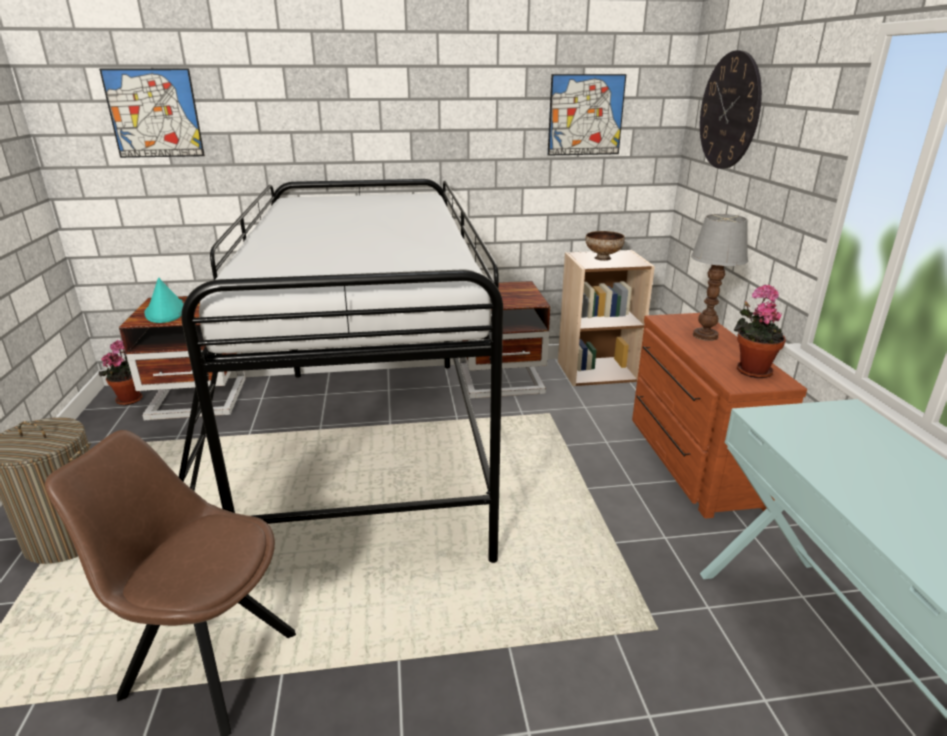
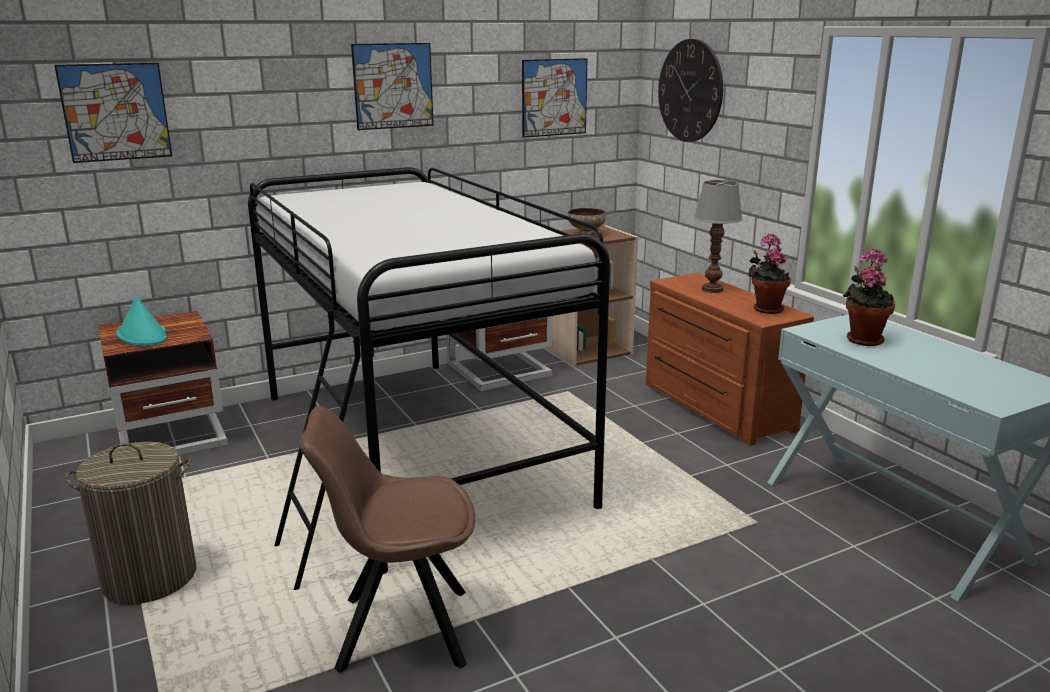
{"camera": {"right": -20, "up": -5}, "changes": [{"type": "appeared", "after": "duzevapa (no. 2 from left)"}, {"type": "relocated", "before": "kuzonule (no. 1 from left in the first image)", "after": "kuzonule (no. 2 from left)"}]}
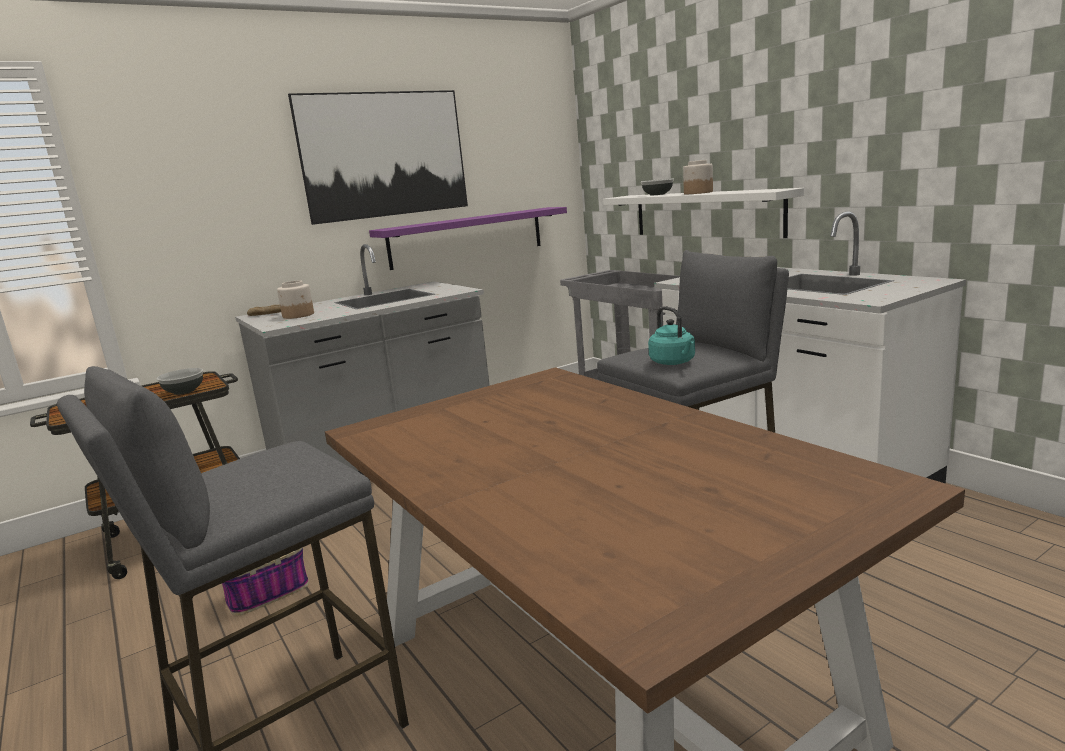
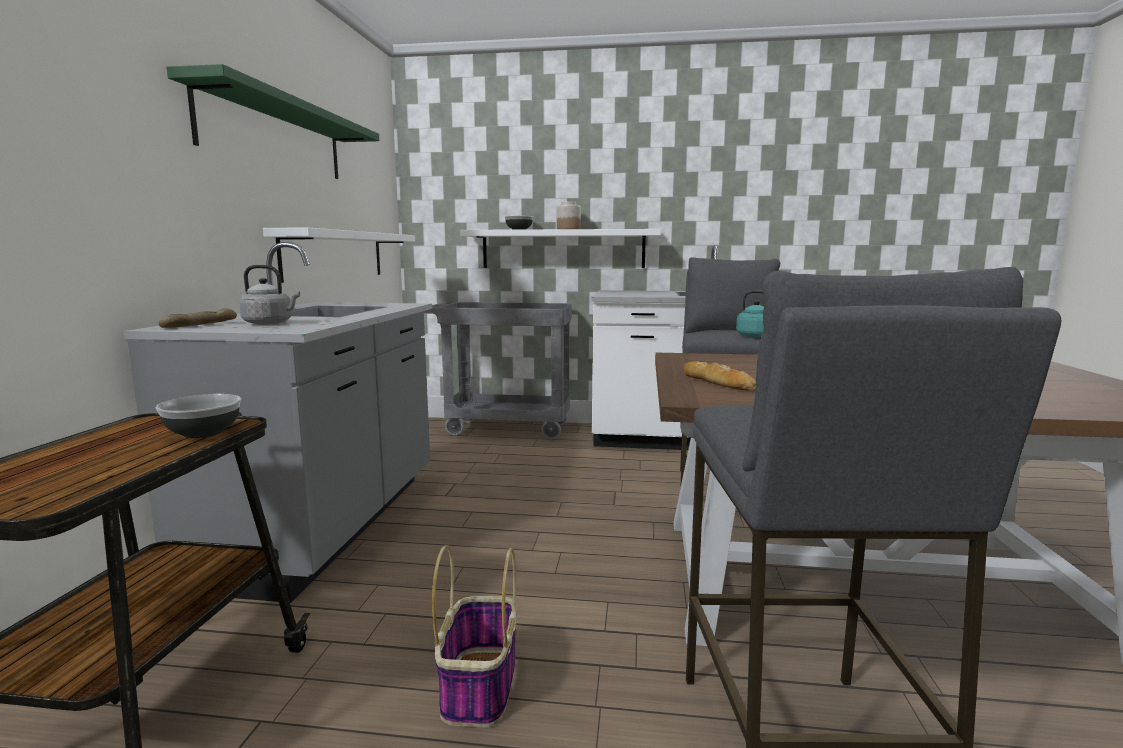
{"camera": {"right": -50, "up": -5}, "changes": [{"type": "exchanged", "before": "duzevapa", "after": "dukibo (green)"}, {"type": "exchanged", "before": "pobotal (no. 1 from left)", "after": "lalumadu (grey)"}, {"type": "colour", "before": "dukibo (purple)", "after": "dukibo (white) (no. 1 from left)"}, {"type": "appeared", "after": "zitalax (no. 2 from left)"}]}
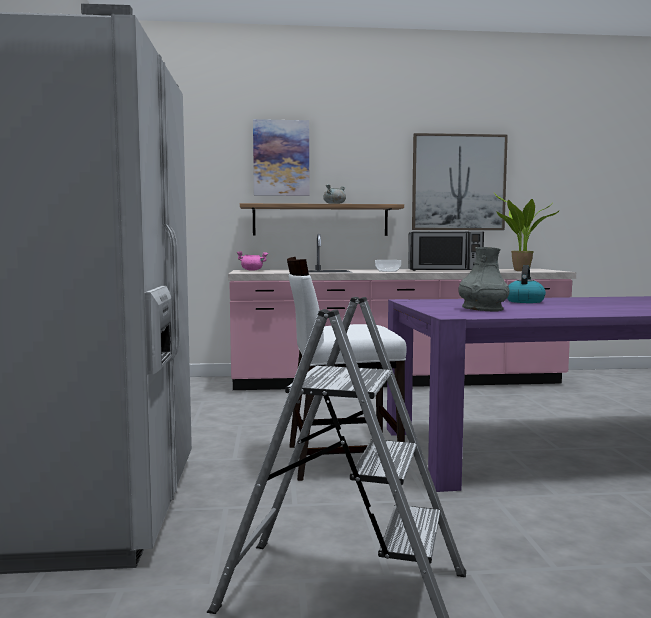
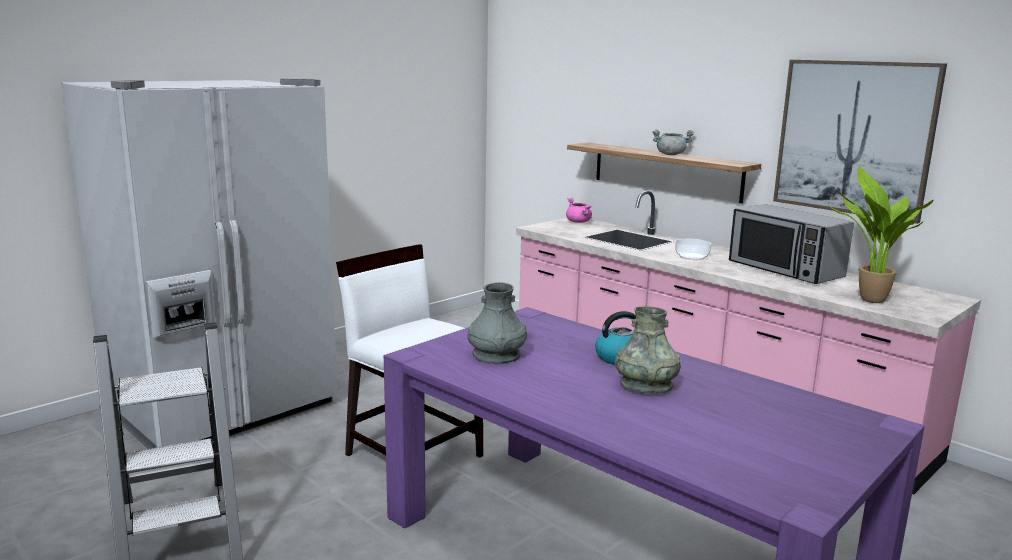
{"camera": {"right": 50, "up": 10}, "changes": [{"type": "appeared", "after": "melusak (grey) (no. 2 from left)"}, {"type": "missing", "before": "duzevapa (no. 1 from left)"}]}
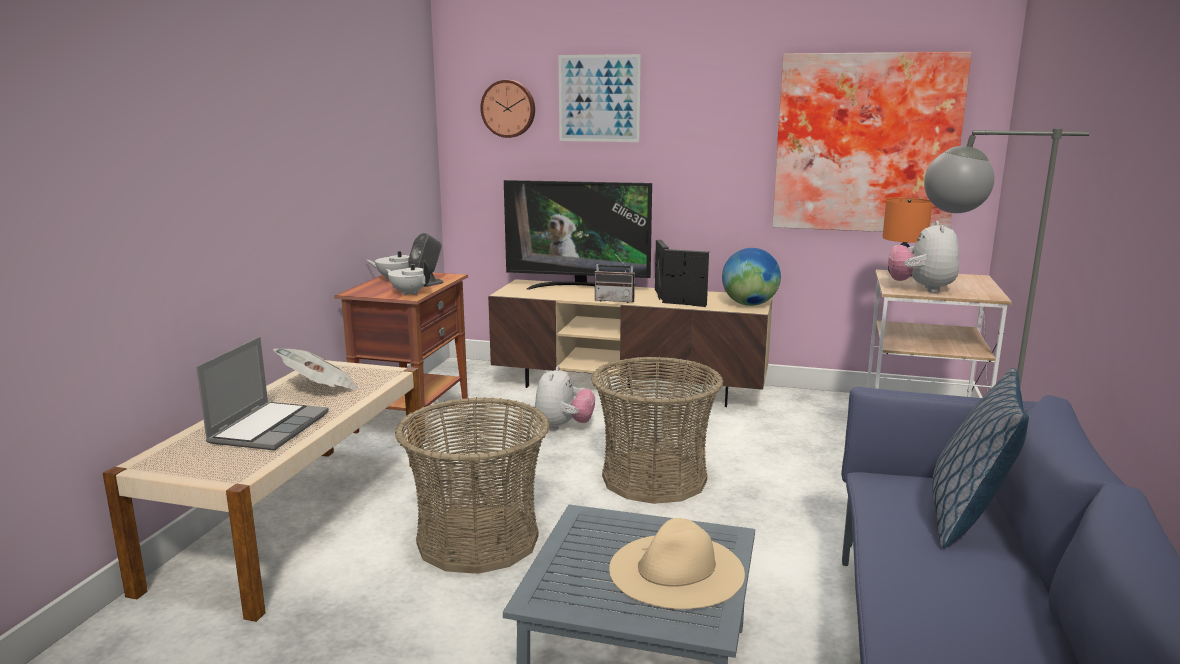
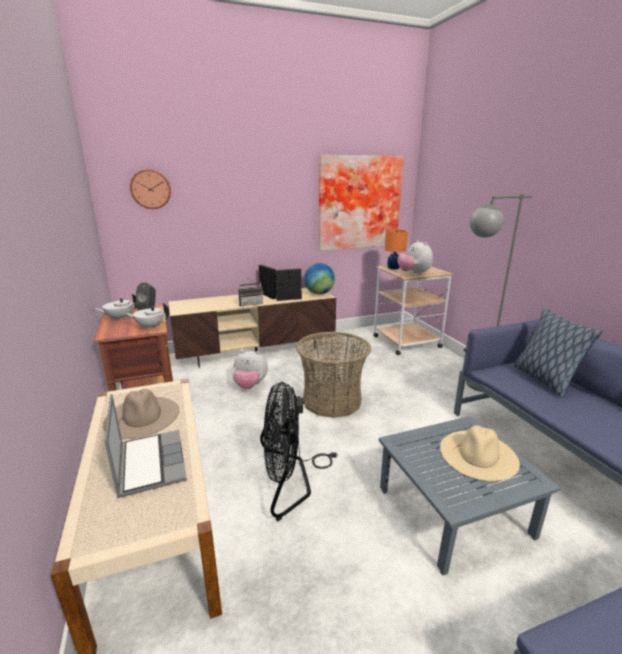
{"camera": {"right": -35, "up": 5}, "changes": [{"type": "exchanged", "before": "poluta", "after": "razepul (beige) (no. 1 from left)"}, {"type": "spun", "before": "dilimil (no. 1 from left)", "turn": 120}, {"type": "exchanged", "before": "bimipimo (no. 1 from left)", "after": "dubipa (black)"}, {"type": "missing", "before": "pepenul"}, {"type": "missing", "before": "duzevapa (no. 1 from left)"}]}
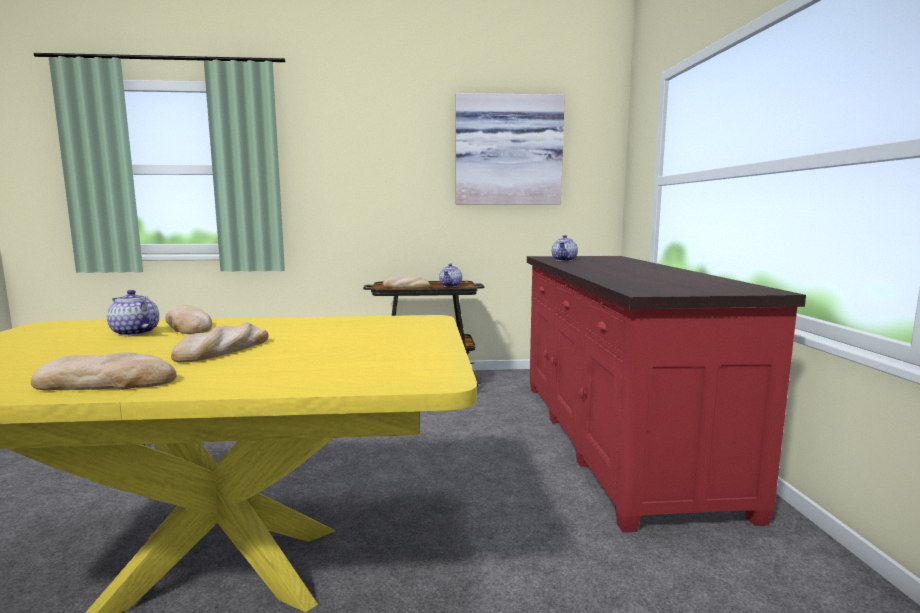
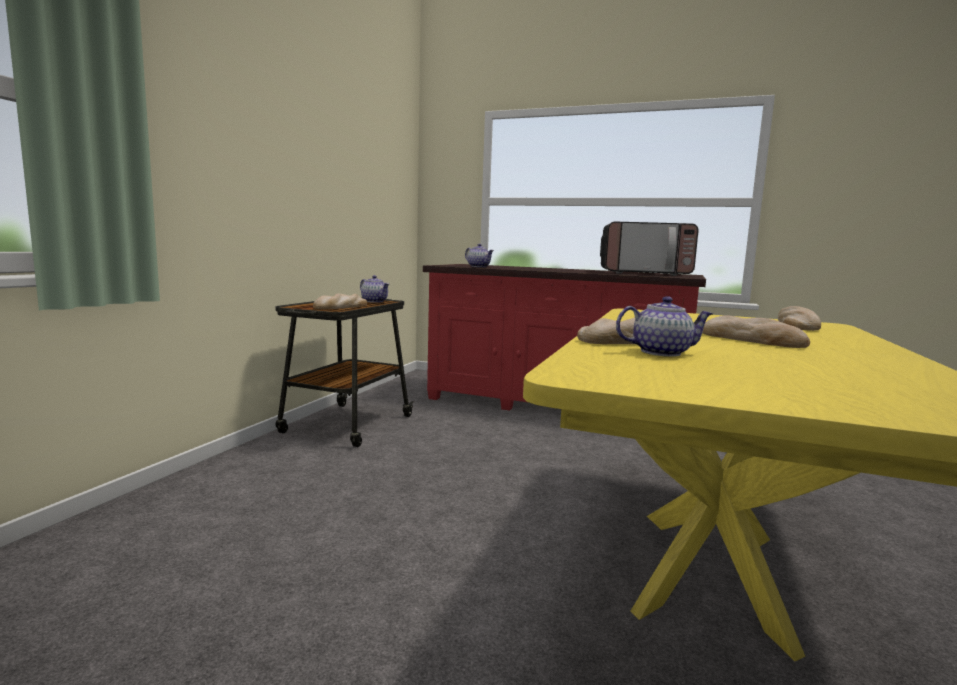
{"camera": {"right": -65, "up": 0}, "changes": [{"type": "appeared", "after": "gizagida"}, {"type": "spun", "before": "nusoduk (no. 1 from left in the first image)", "turn": -150}, {"type": "relocated", "before": "zitalax (no. 1 from left in the first image)", "after": "zitalax (no. 4 from left)"}, {"type": "missing", "before": "duzevapa"}]}
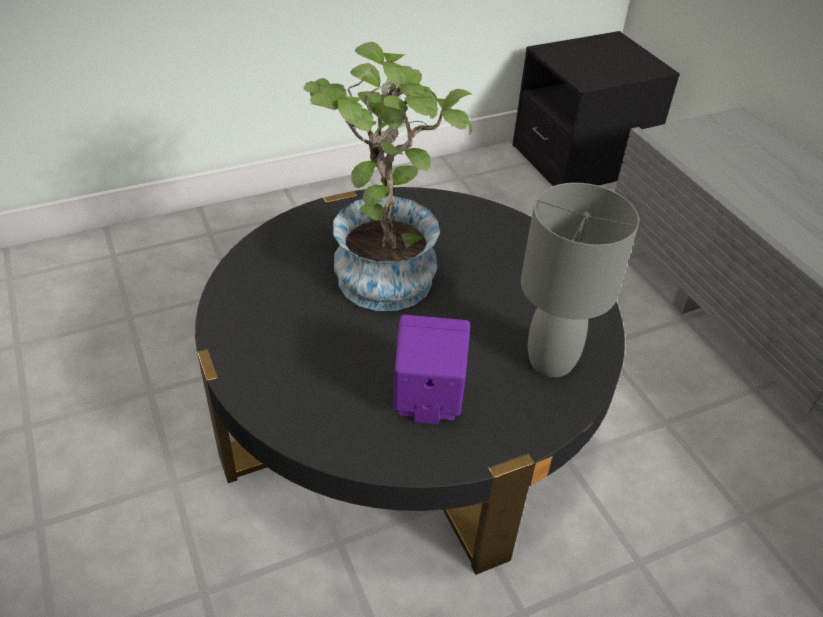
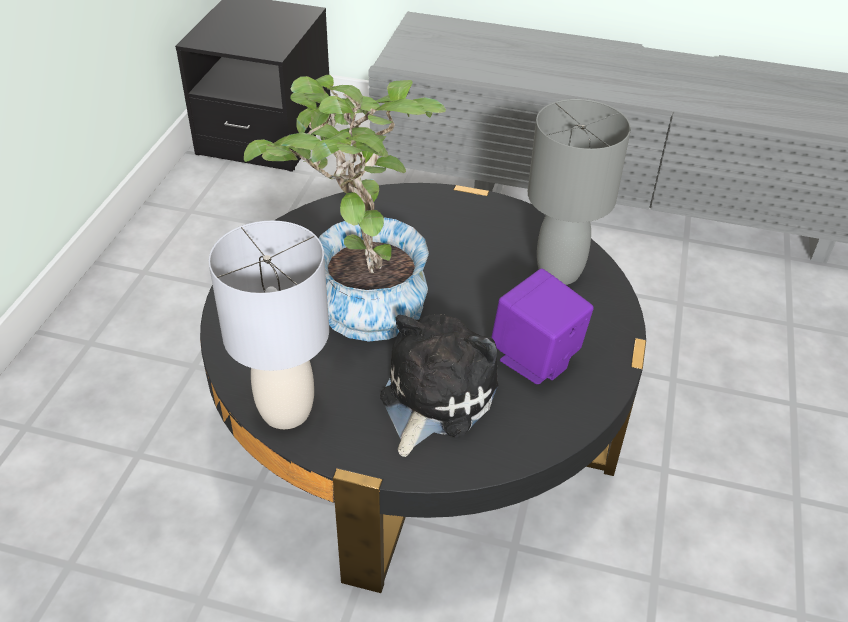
{"camera": {"right": -50, "up": 0}, "changes": [{"type": "appeared", "after": "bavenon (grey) (no. 1 from left)"}, {"type": "appeared", "after": "dilimil"}]}
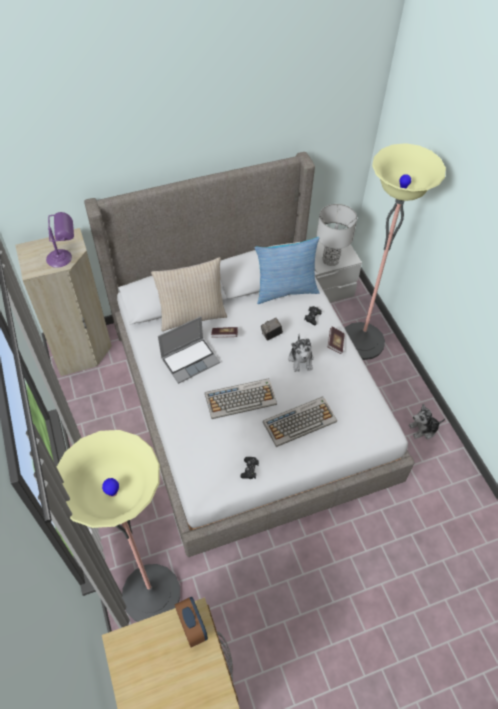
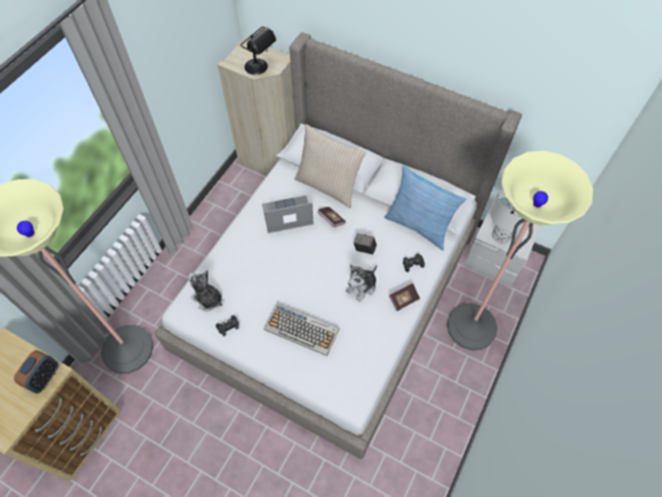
{"camera": {"right": 50, "up": 5}, "changes": [{"type": "relocated", "before": "dilimil (no. 2 from left in the first image)", "after": "dilimil (no. 1 from left)"}, {"type": "colour", "before": "bavenon (purple)", "after": "bavenon (black)"}, {"type": "spun", "before": "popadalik", "turn": 150}, {"type": "missing", "before": "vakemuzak (no. 1 from left)"}]}
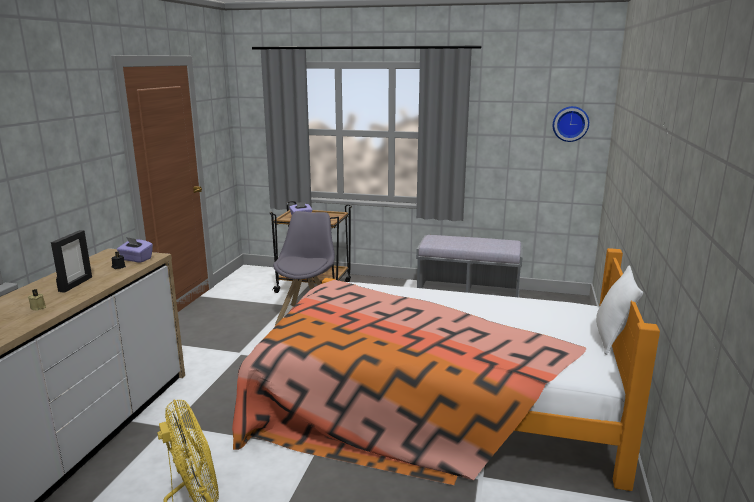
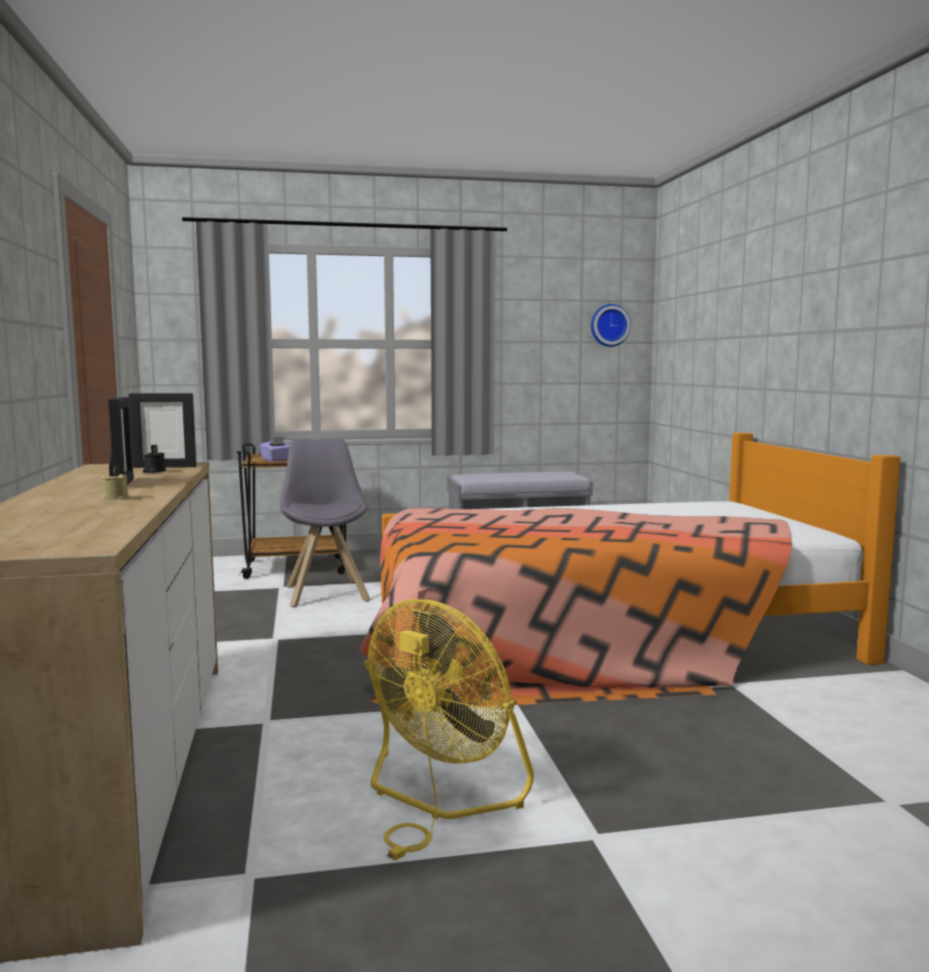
{"camera": {"right": -25, "up": -10}, "changes": [{"type": "exchanged", "before": "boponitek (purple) (no. 1 from left)", "after": "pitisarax (no. 2 from left)"}, {"type": "missing", "before": "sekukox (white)"}]}
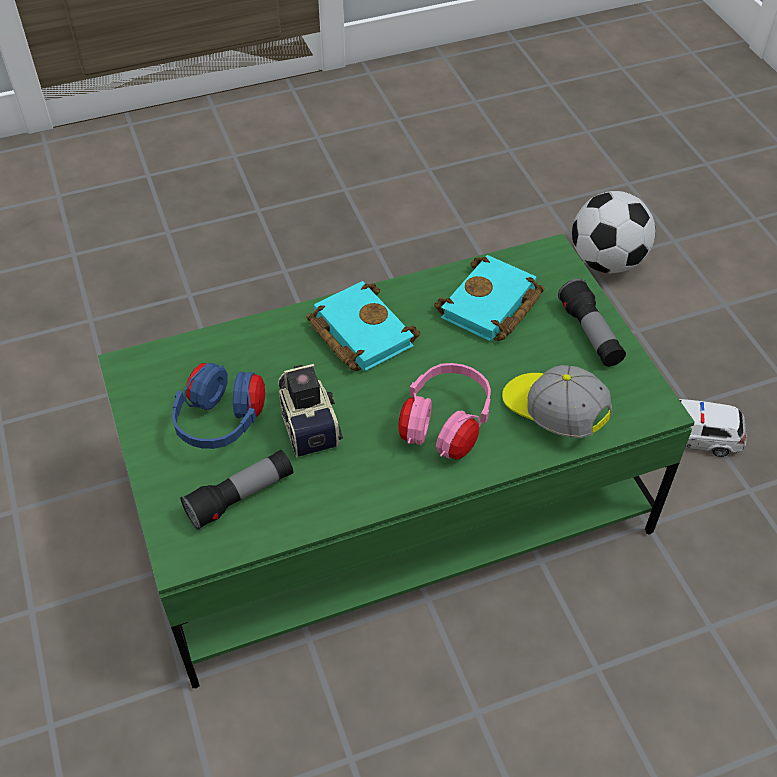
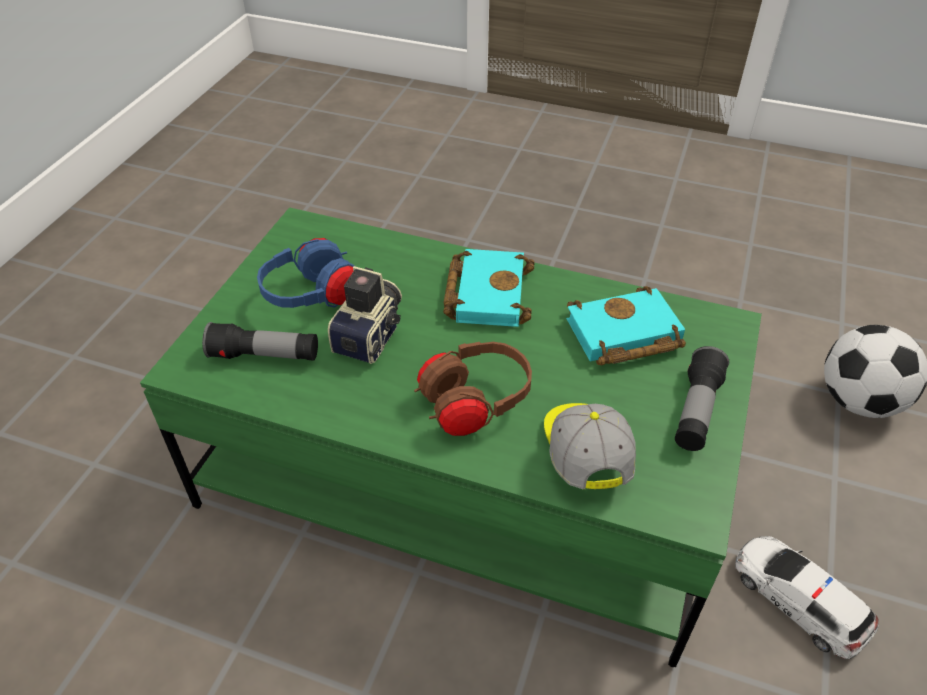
{"camera": {"right": 40, "up": -5}, "changes": [{"type": "colour", "before": "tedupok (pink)", "after": "tedupok (brown)"}]}
